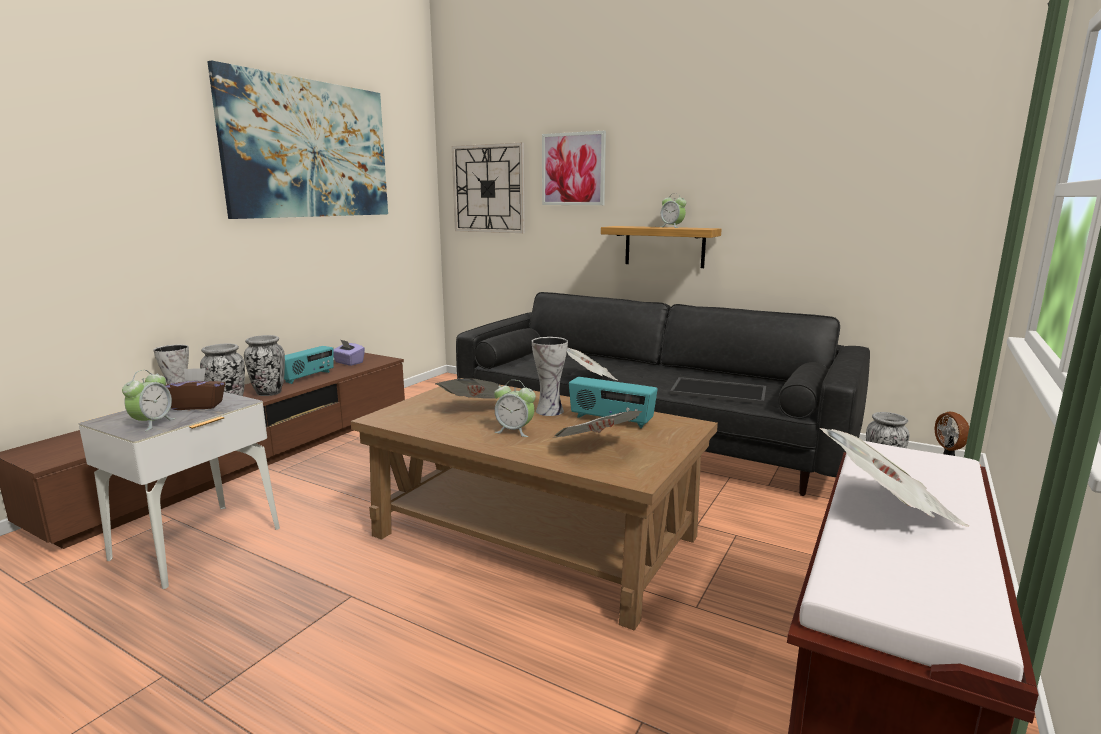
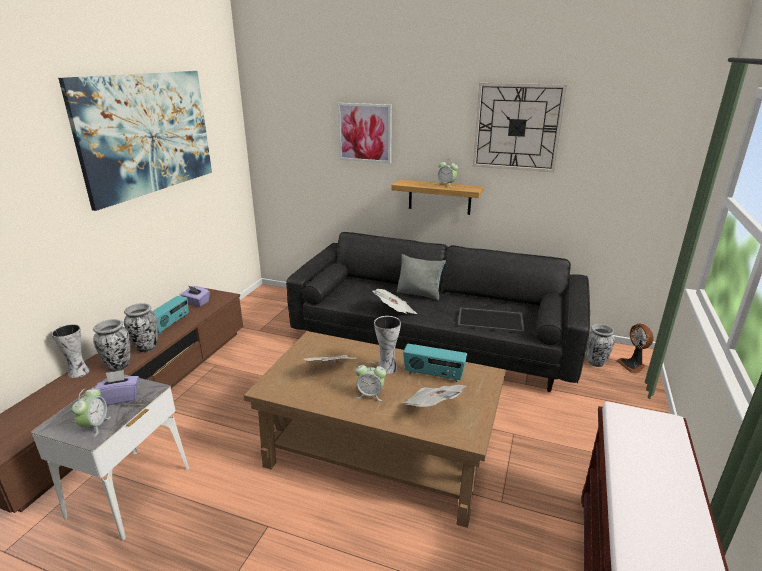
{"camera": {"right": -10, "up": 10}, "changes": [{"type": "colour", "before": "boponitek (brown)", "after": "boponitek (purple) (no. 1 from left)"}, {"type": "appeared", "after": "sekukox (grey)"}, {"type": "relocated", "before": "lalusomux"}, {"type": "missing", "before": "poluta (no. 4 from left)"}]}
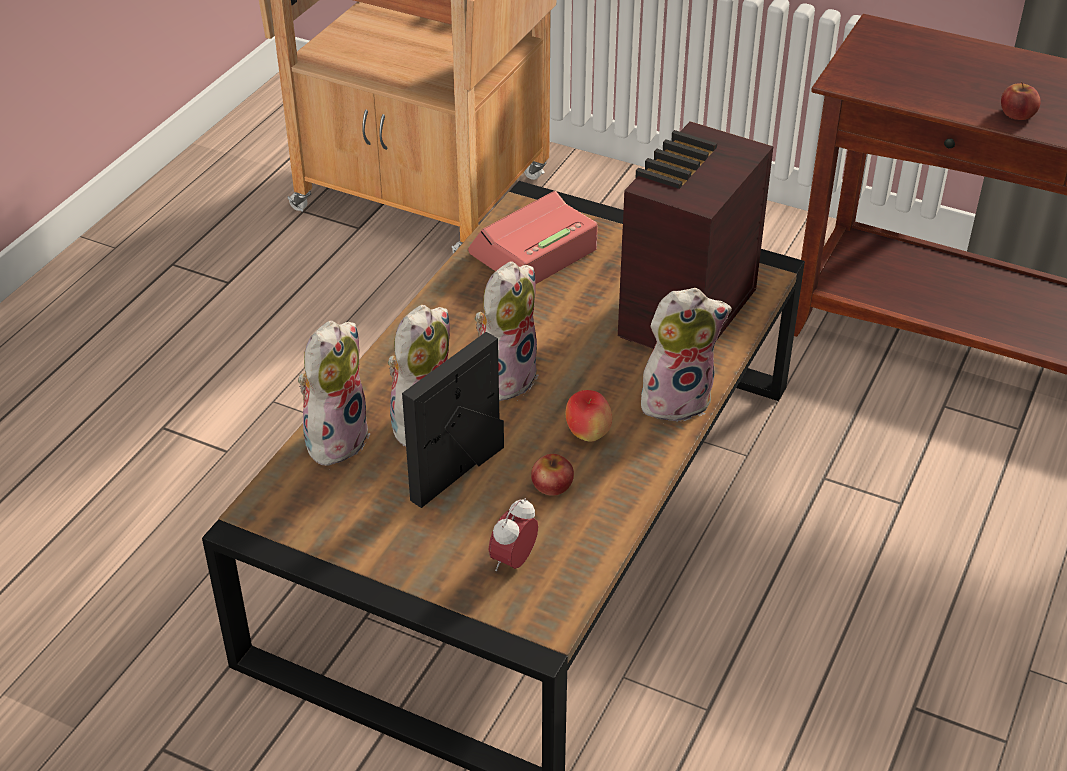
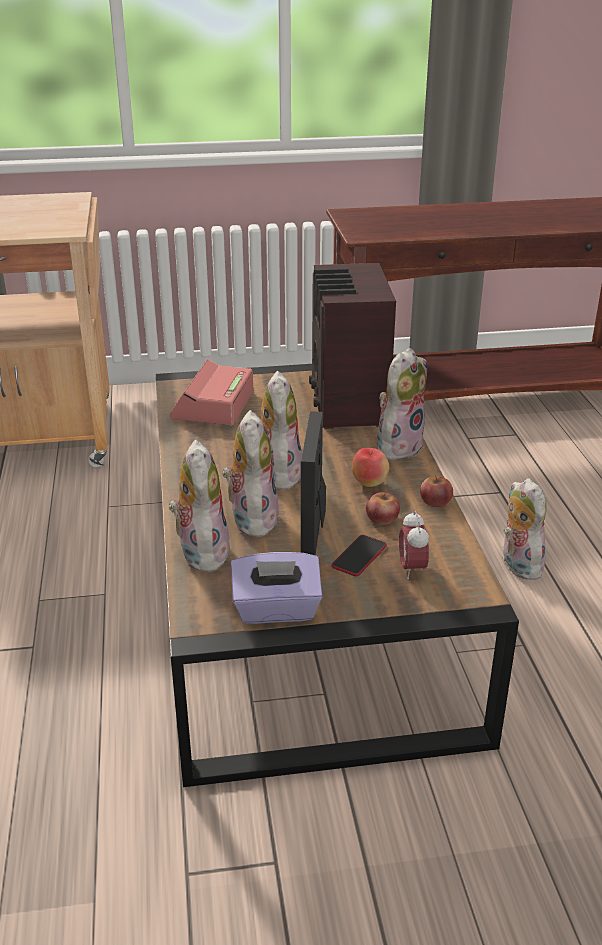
{"camera": {"right": -35, "up": -10}, "changes": [{"type": "appeared", "after": "boponitek (purple)"}, {"type": "appeared", "after": "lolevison"}, {"type": "relocated", "before": "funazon (no. 3 from left)"}, {"type": "appeared", "after": "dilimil (no. 5 from left)"}]}
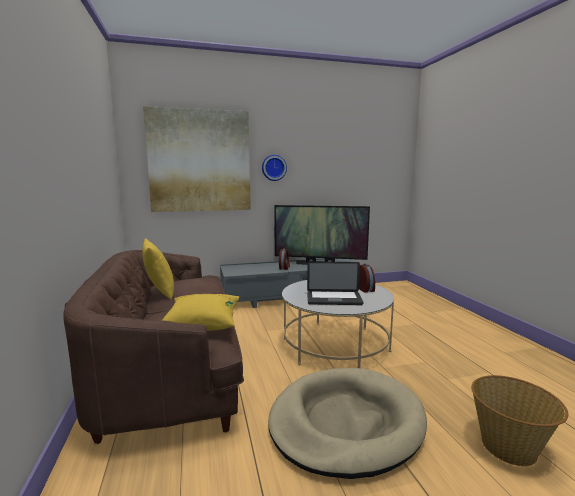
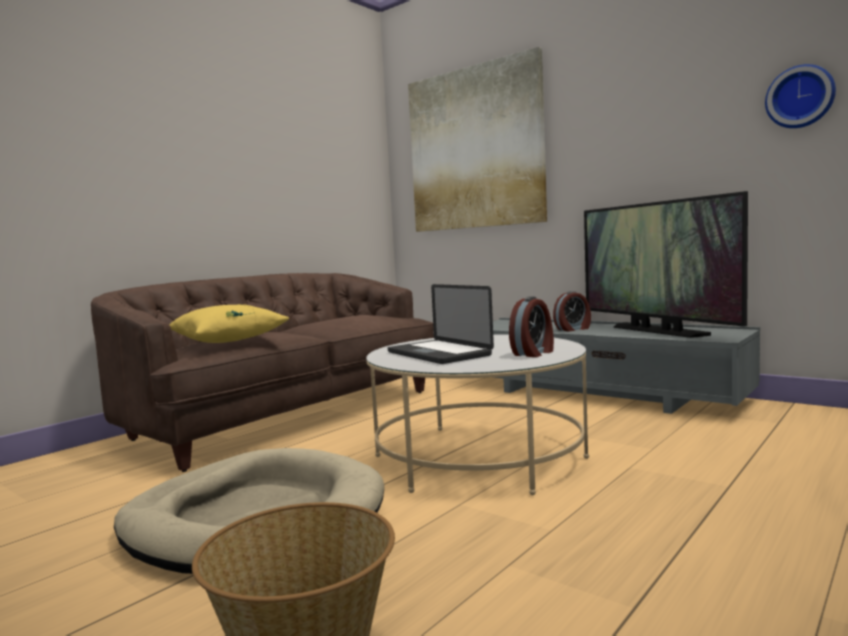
{"camera": {"right": 55, "up": -5}, "changes": [{"type": "relocated", "before": "lalusomux"}, {"type": "missing", "before": "sekukox (yellow) (no. 1 from left)"}]}
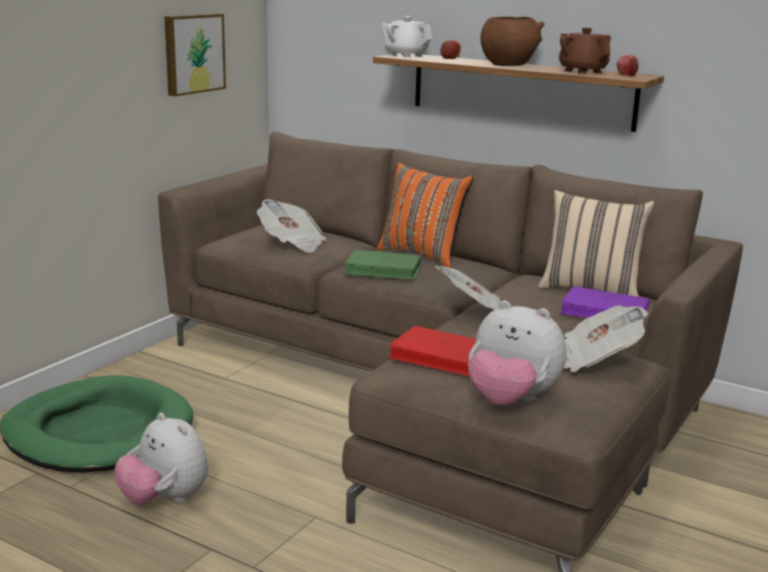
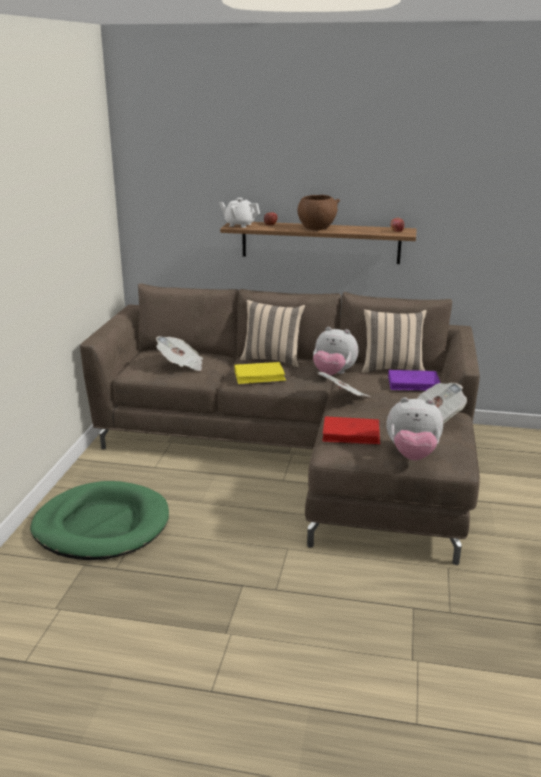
{"camera": {"right": -20, "up": 5}, "changes": [{"type": "colour", "before": "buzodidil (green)", "after": "buzodidil (yellow)"}, {"type": "colour", "before": "sekukox (orange)", "after": "sekukox (beige) (no. 1 from left)"}, {"type": "relocated", "before": "dilimil (no. 1 from left)"}, {"type": "missing", "before": "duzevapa"}, {"type": "missing", "before": "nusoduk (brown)"}]}
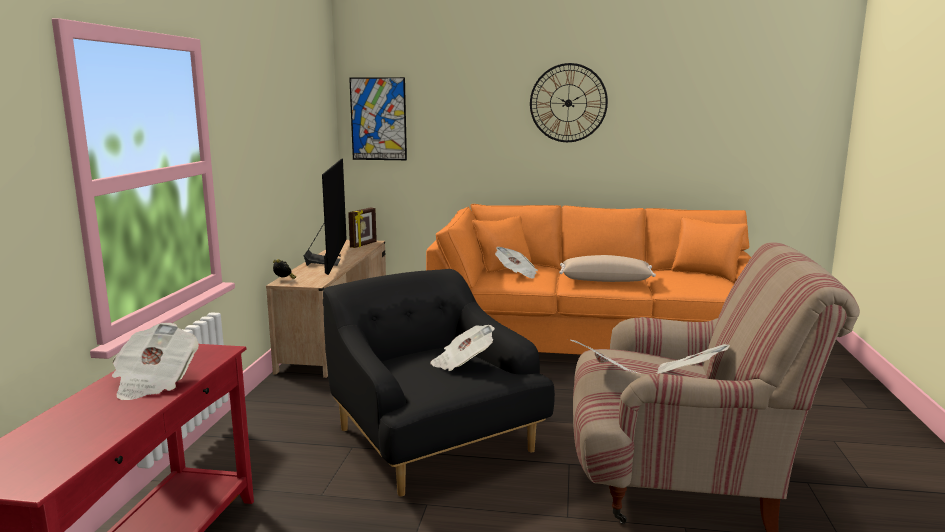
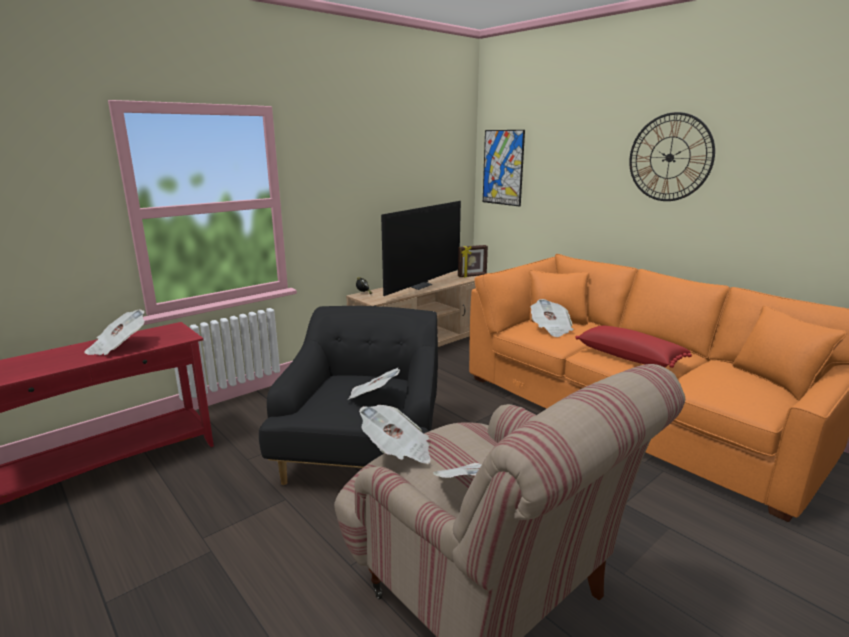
{"camera": {"right": 40, "up": 5}, "changes": [{"type": "colour", "before": "sekukox (beige)", "after": "sekukox (red)"}]}
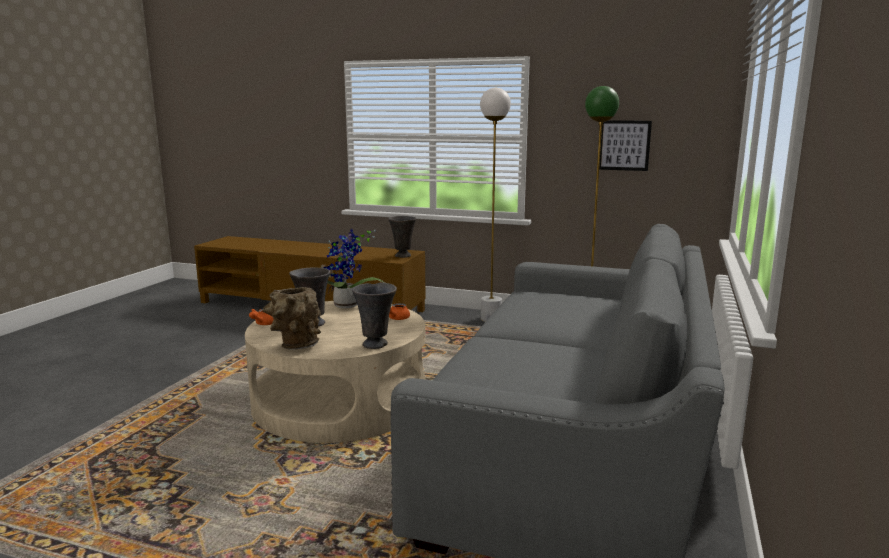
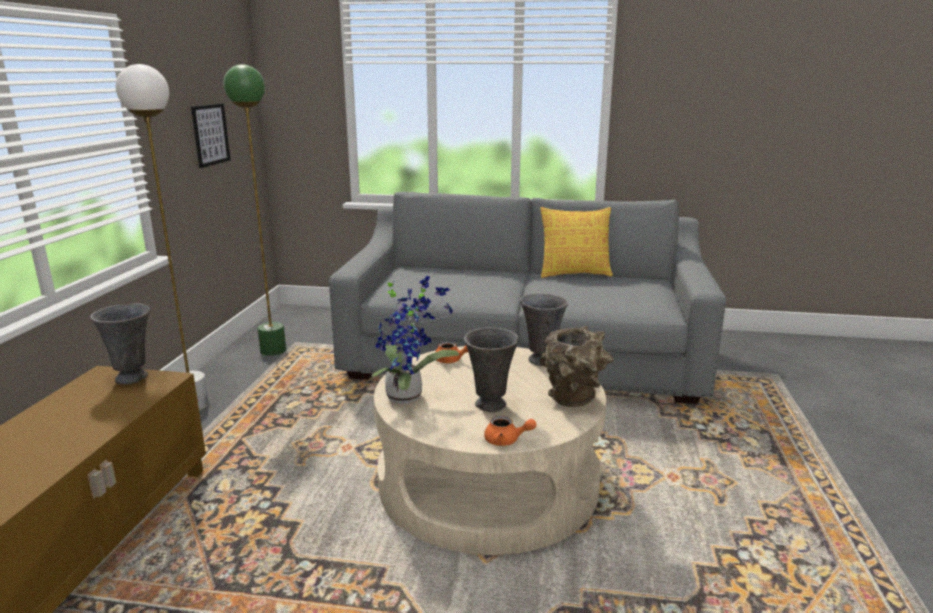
{"camera": {"right": -100, "up": 5}, "changes": [{"type": "appeared", "after": "sekukox (yellow)"}]}
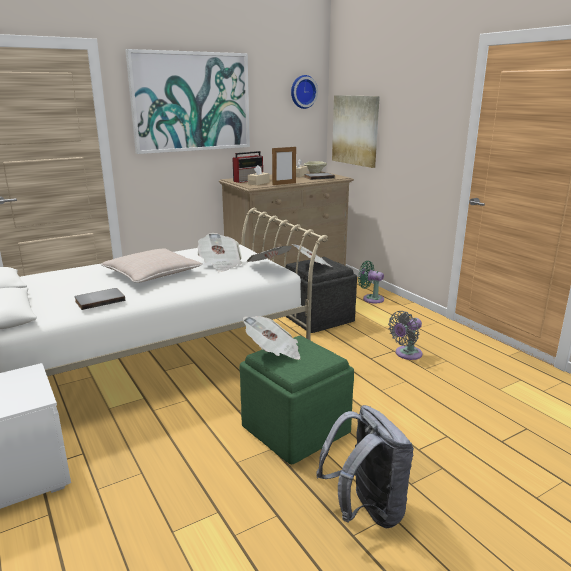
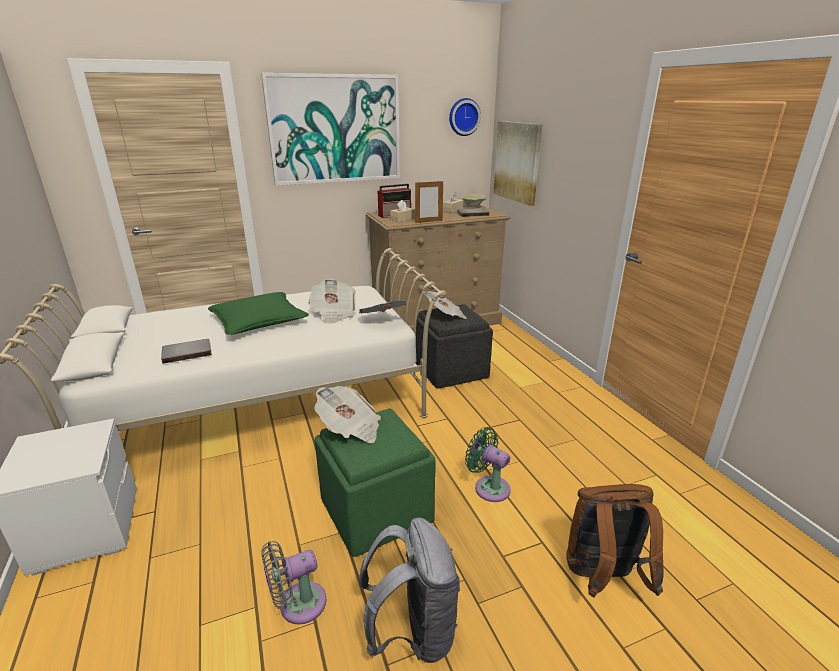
{"camera": {"right": 10, "up": 5}, "changes": [{"type": "colour", "before": "sekukox (beige)", "after": "sekukox (green)"}, {"type": "relocated", "before": "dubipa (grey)"}, {"type": "relocated", "before": "dubipa (green)"}, {"type": "appeared", "after": "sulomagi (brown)"}]}
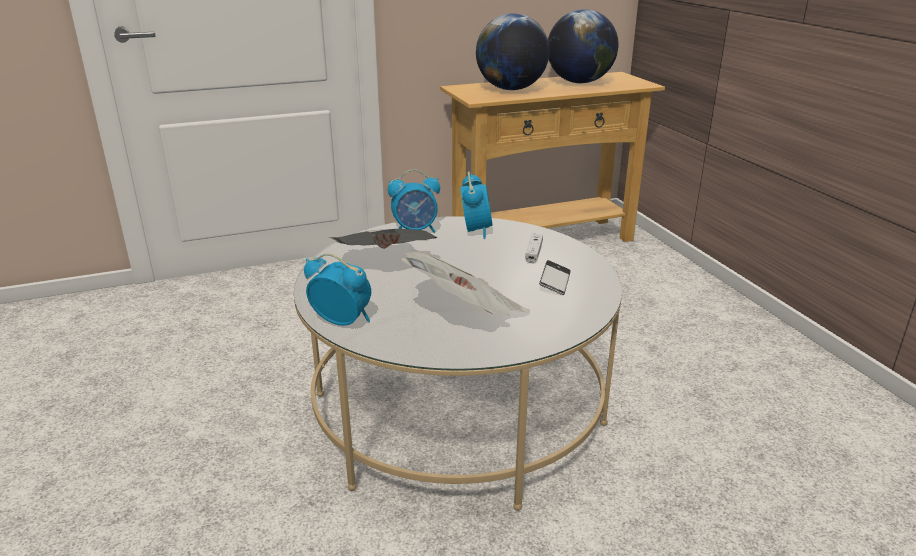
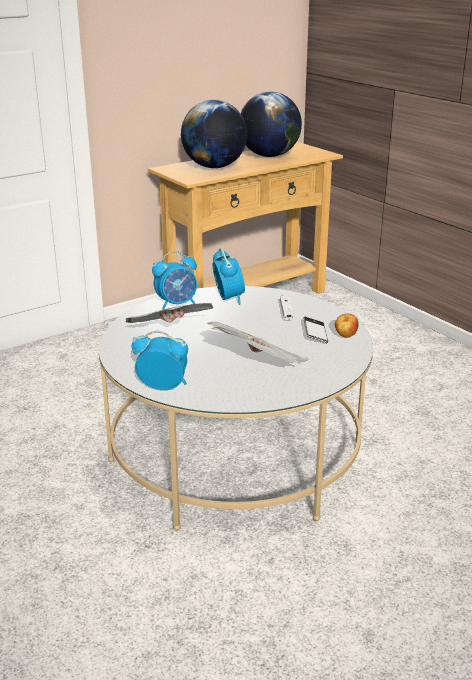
{"camera": {"right": -15, "up": 0}, "changes": [{"type": "appeared", "after": "funazon"}]}
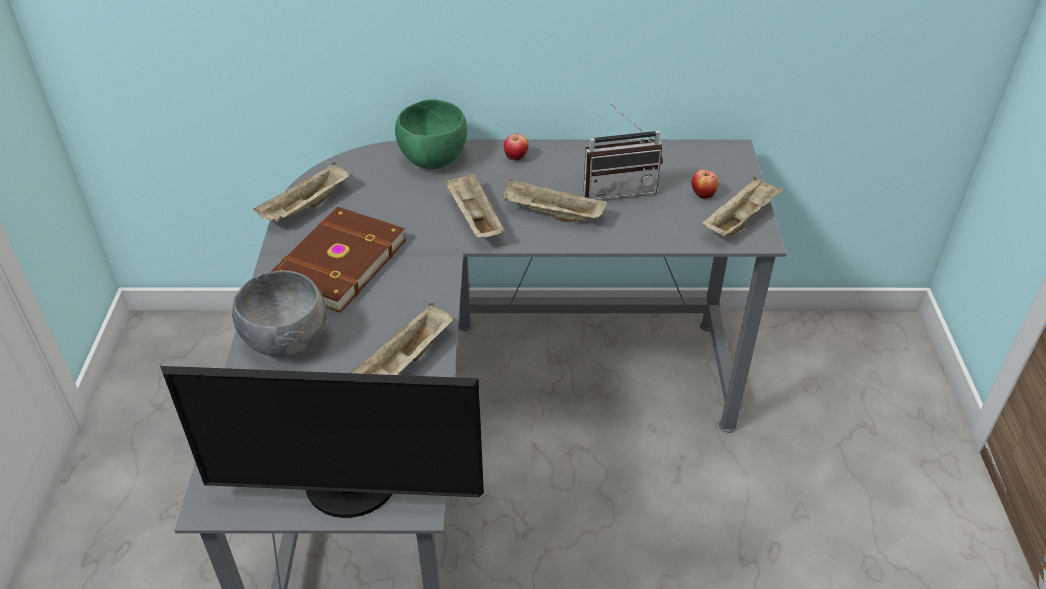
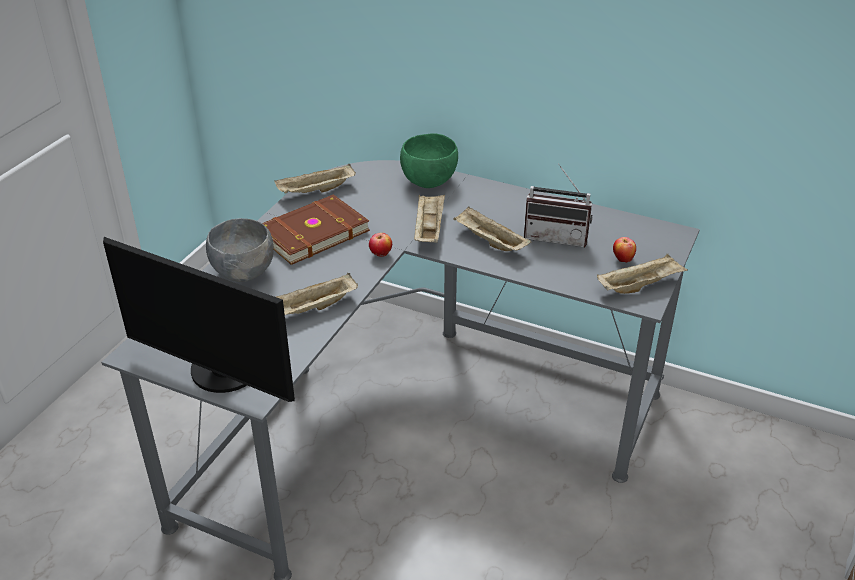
{"camera": {"right": 25, "up": -5}, "changes": [{"type": "relocated", "before": "funazon (no. 1 from left)"}]}
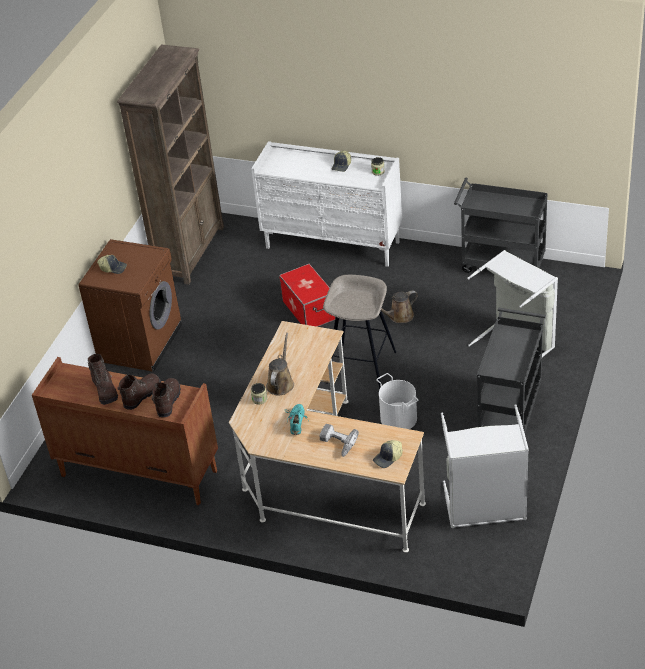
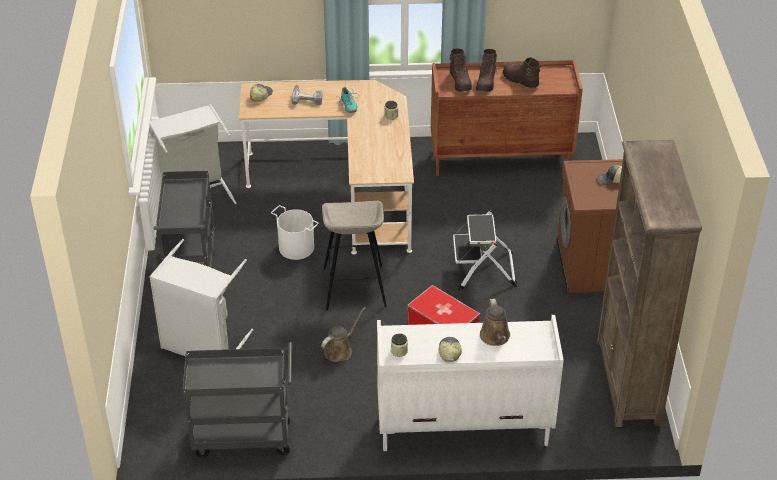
{"camera": {"right": 155, "up": 0}, "changes": [{"type": "appeared", "after": "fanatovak"}, {"type": "relocated", "before": "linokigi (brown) (no. 1 from left in the first image)", "after": "linokigi (brown) (no. 2 from left)"}]}
